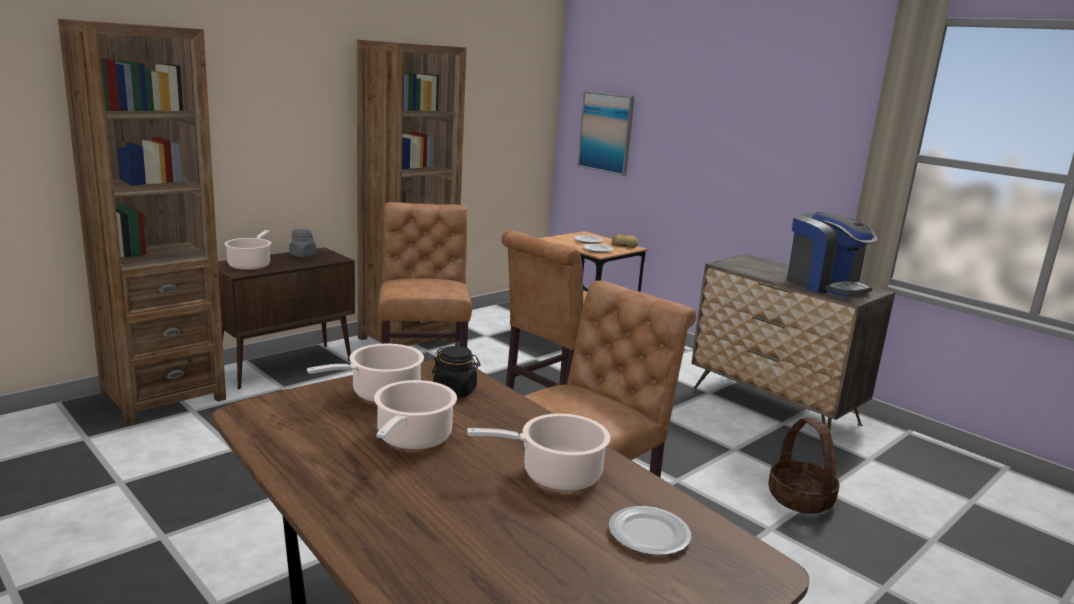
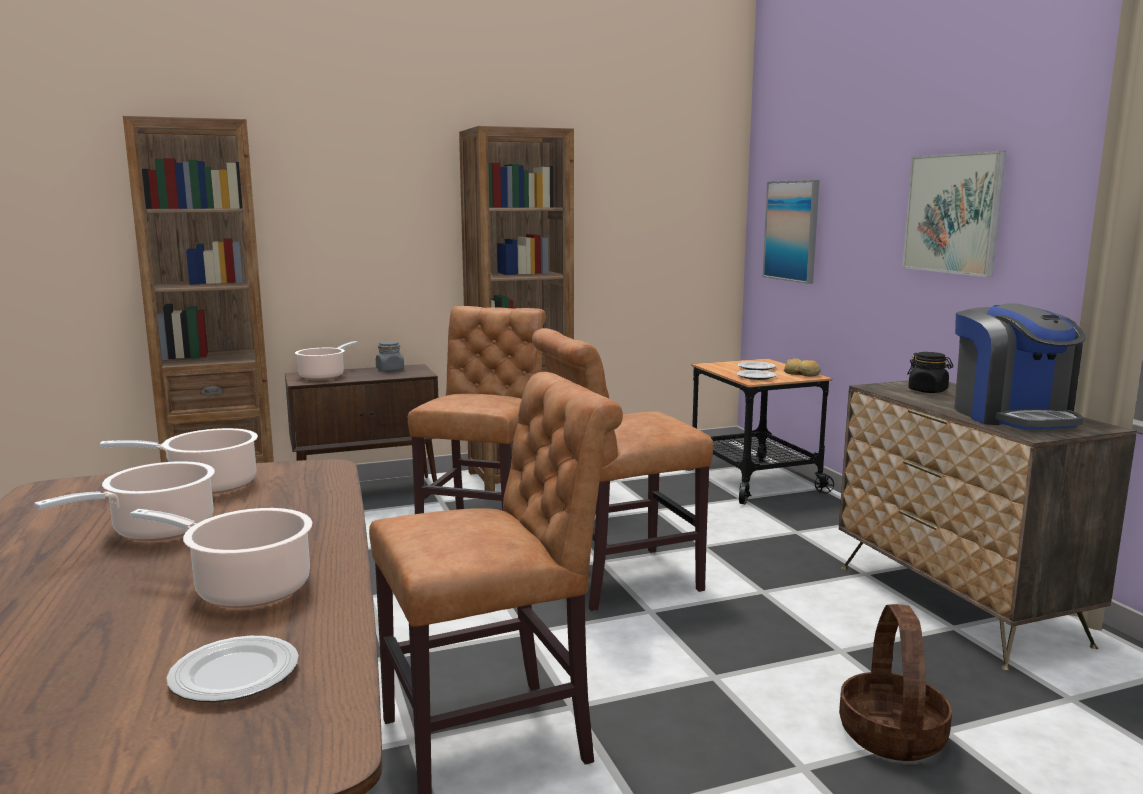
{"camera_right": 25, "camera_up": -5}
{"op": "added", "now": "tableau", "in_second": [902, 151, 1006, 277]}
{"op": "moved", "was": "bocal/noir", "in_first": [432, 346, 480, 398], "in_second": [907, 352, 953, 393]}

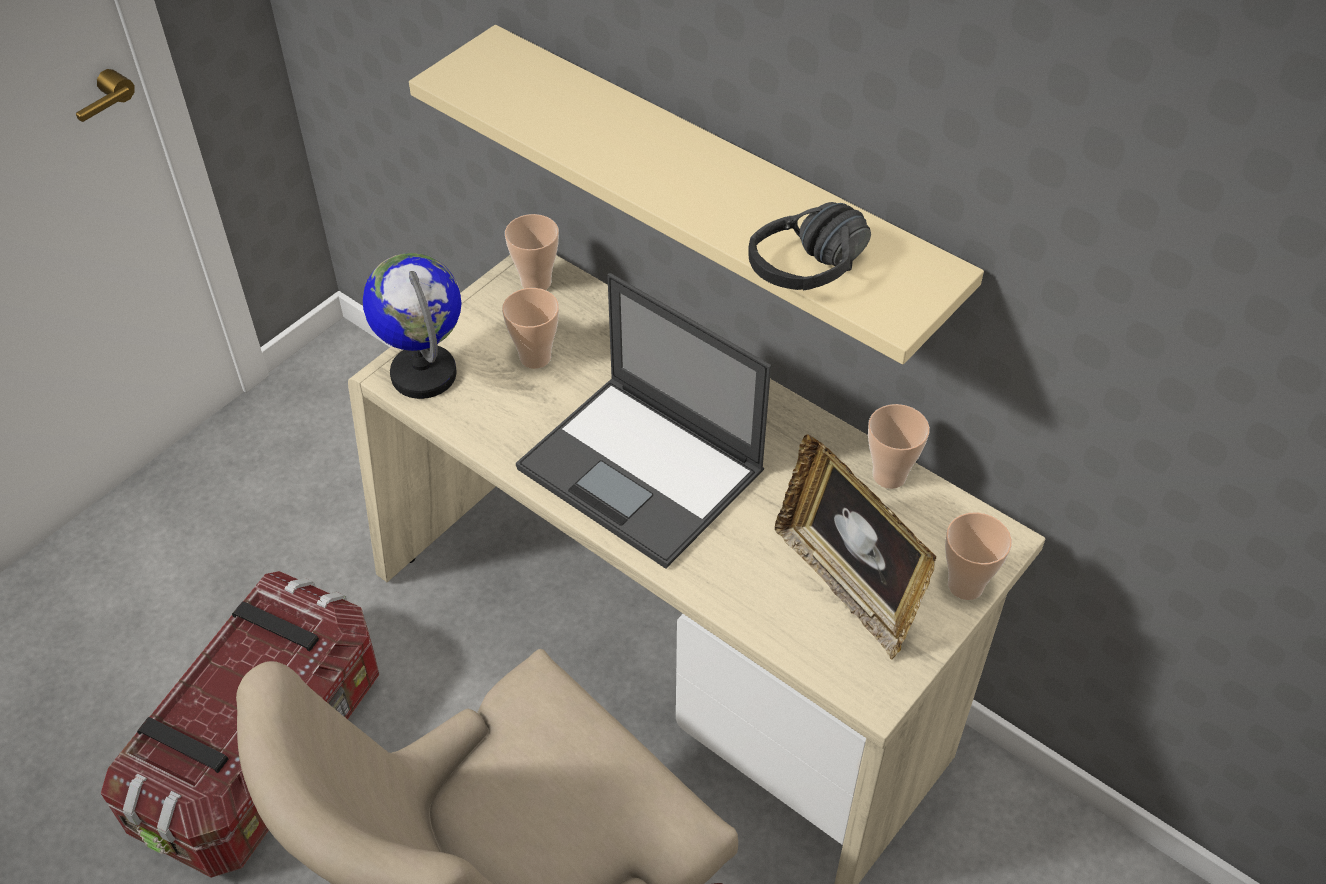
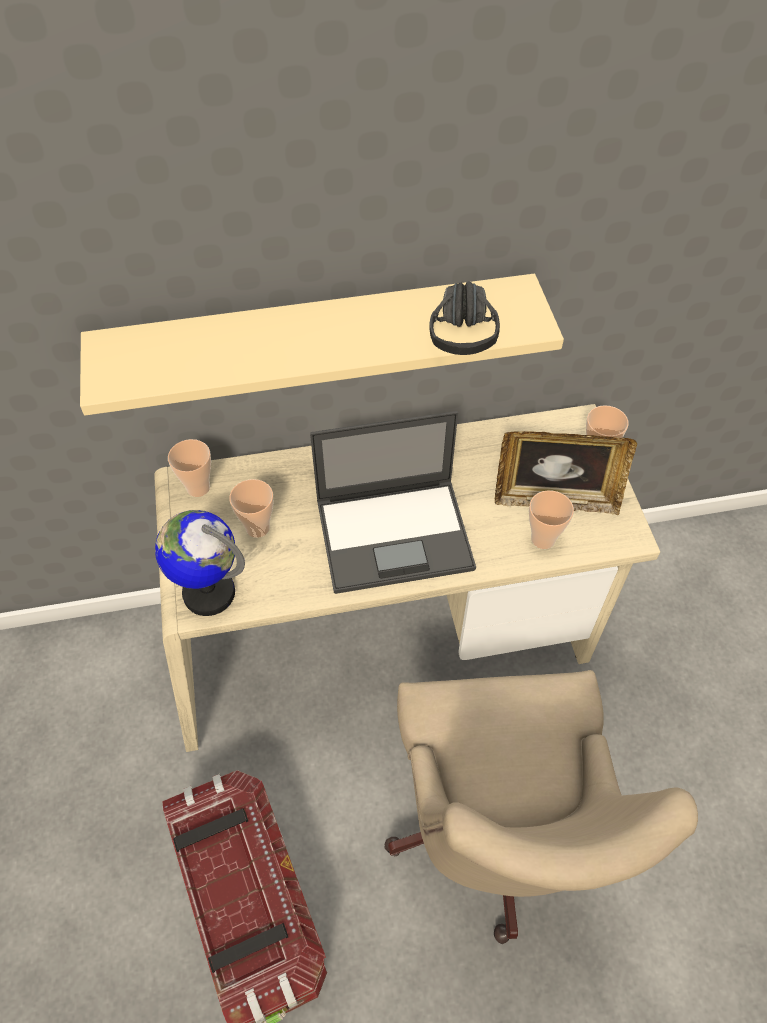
{"camera_right": -50, "camera_up": 5}
{"op": "moved", "was": "tasse", "in_first": [868, 404, 930, 489], "in_second": [529, 490, 574, 549]}

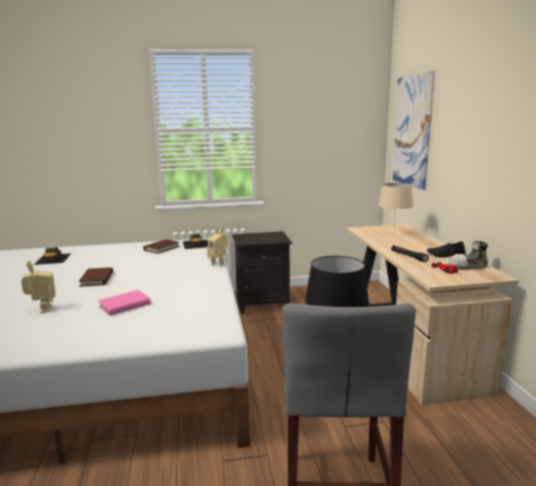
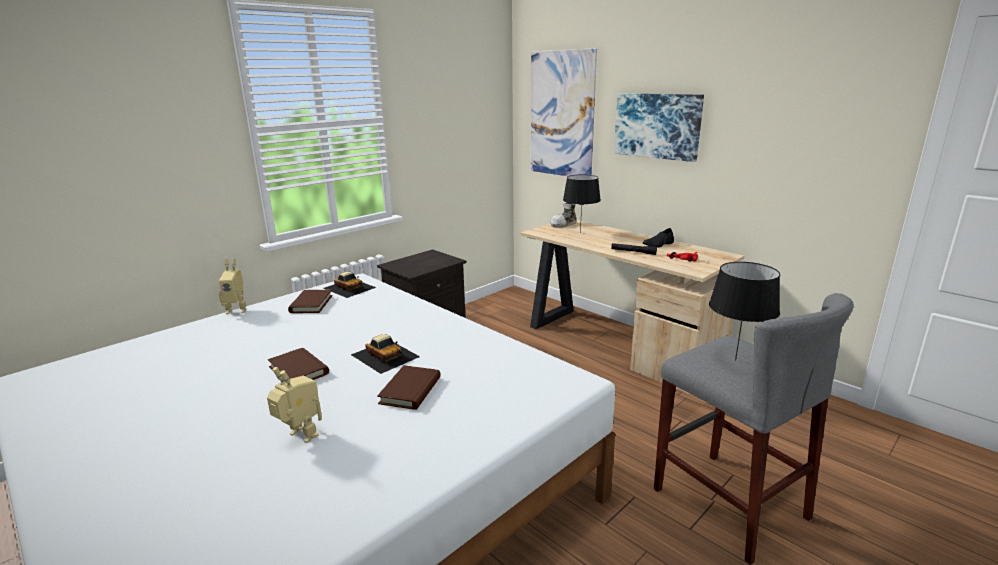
{"camera_right": -35, "camera_up": 5}
{"op": "added", "now": "tableau", "in_second": [614, 93, 704, 162]}
{"op": "moved", "was": "petite voiture", "in_first": [34, 246, 71, 265], "in_second": [351, 334, 420, 374]}
{"op": "moved", "was": "robot jouet", "in_first": [207, 224, 228, 267], "in_second": [219, 258, 247, 314]}
{"op": "moved", "was": "chaussure", "in_first": [448, 241, 488, 270], "in_second": [551, 203, 577, 228]}
{"op": "recoloured", "was": "livre/rose", "now": "livre/marron", "in_first": [98, 290, 151, 316], "in_second": [377, 365, 441, 410]}
{"op": "recoloured", "was": "lampe de table/beige", "now": "lampe de table/noir", "in_first": [378, 183, 414, 230], "in_second": [563, 175, 601, 233]}

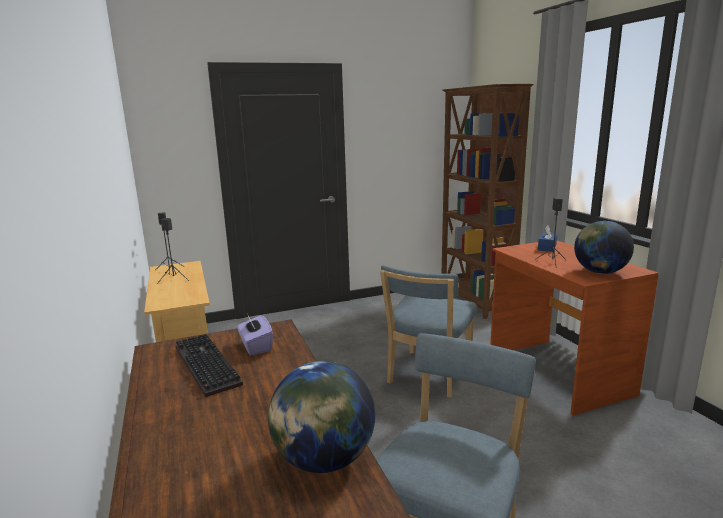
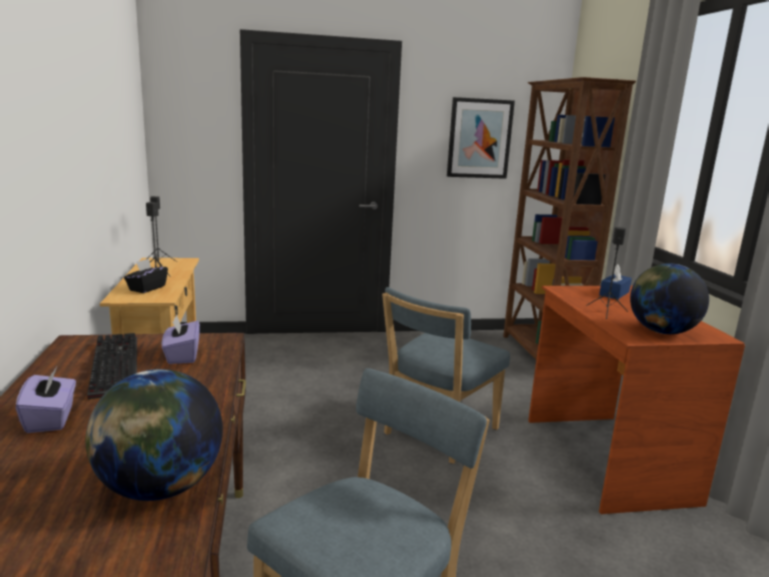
{"camera_right": 10, "camera_up": 0}
{"op": "added", "now": "boîte à mouchoirs/violet", "in_second": [15, 367, 76, 433]}
{"op": "added", "now": "boîte à mouchoirs/noir", "in_second": [124, 258, 168, 293]}
{"op": "added", "now": "tableau", "in_second": [447, 97, 515, 179]}

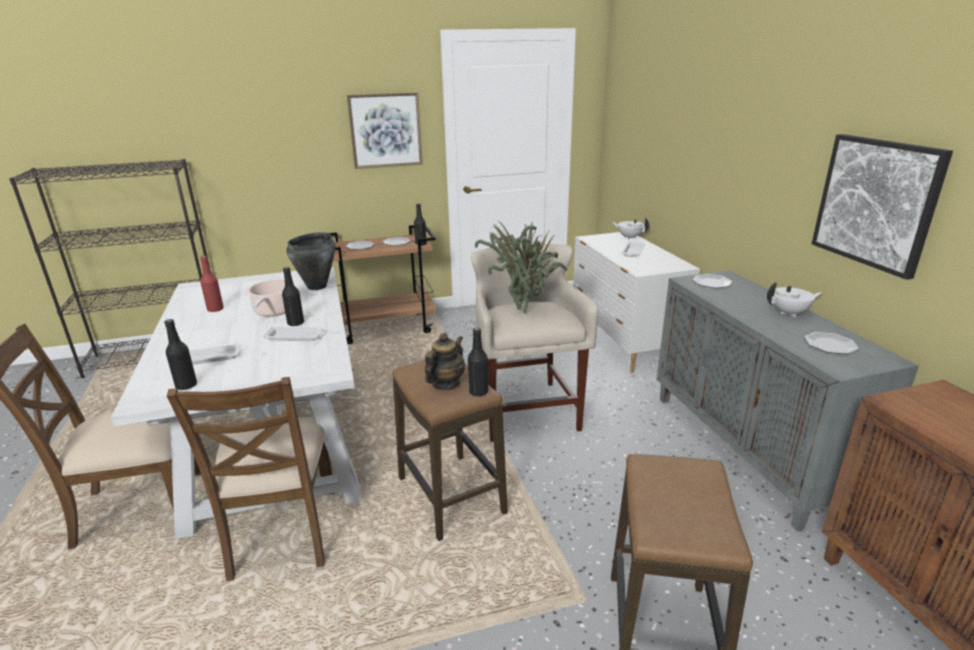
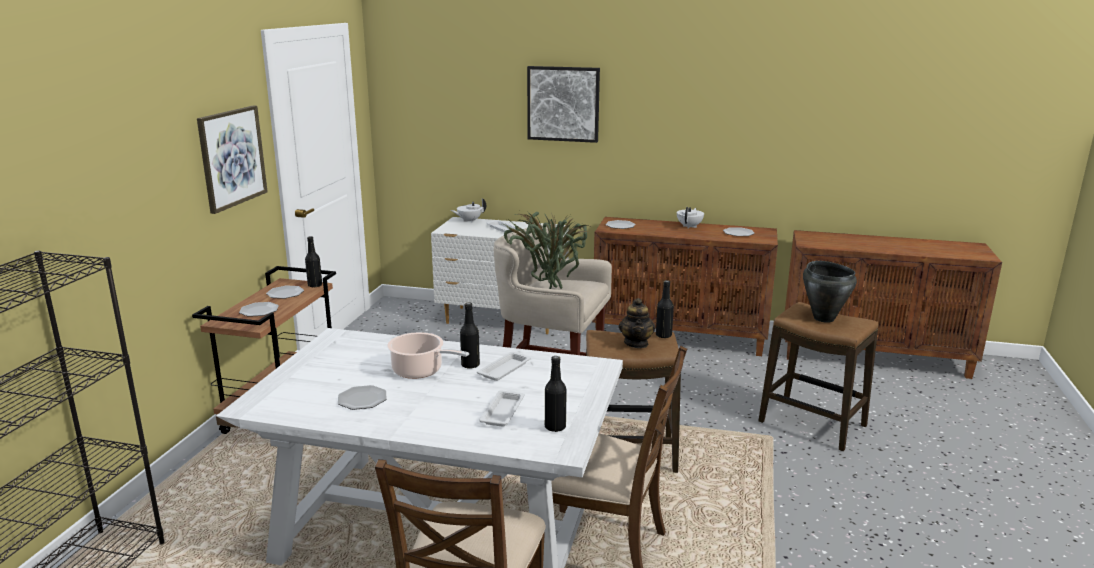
{"camera_right": -60, "camera_up": -5}
{"op": "moved", "was": "marmite/noir", "in_first": [286, 232, 335, 290], "in_second": [803, 261, 857, 323]}
{"op": "moved", "was": "tableau", "in_first": [812, 134, 953, 280], "in_second": [527, 66, 600, 143]}
{"op": "replaced", "was": "bouteille/rouge", "now": "assiette", "in_first": [200, 256, 224, 312], "in_second": [338, 385, 387, 410]}
{"op": "recoloured", "was": "meuble de rangement/gris", "now": "meuble de rangement/marron", "in_first": [657, 270, 919, 531], "in_second": [592, 217, 778, 356]}
{"op": "turned", "was": "théière", "in_first": [425, 333, 465, 390], "in_second": [619, 298, 656, 348], "clockwise": -150}

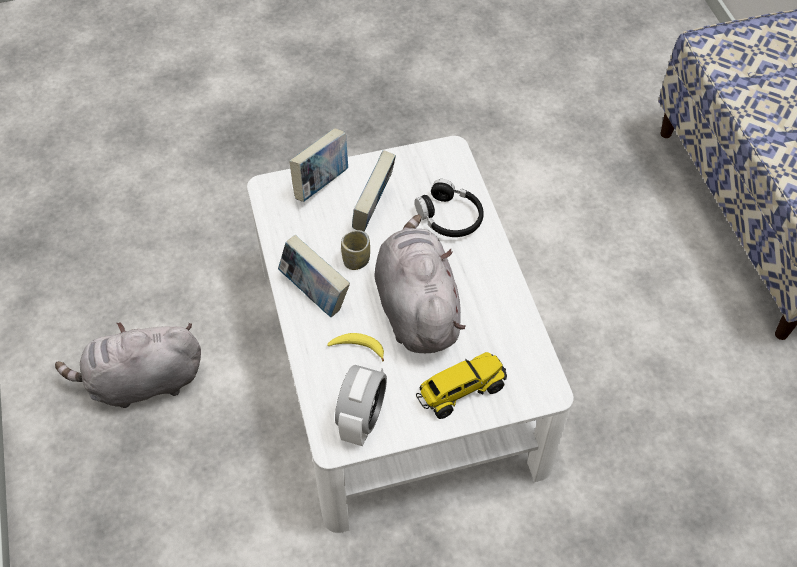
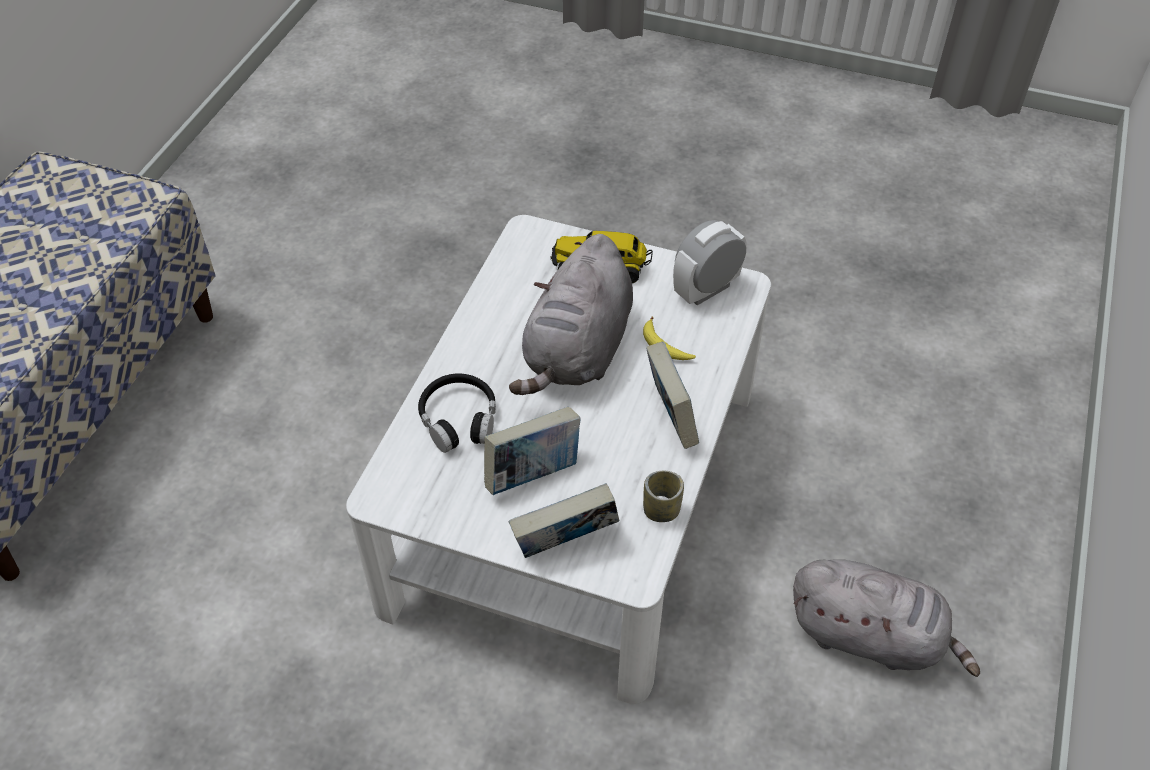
{"camera_right": -145, "camera_up": -5}
{"op": "moved", "was": "tasse", "in_first": [341, 230, 370, 270], "in_second": [643, 471, 684, 522]}

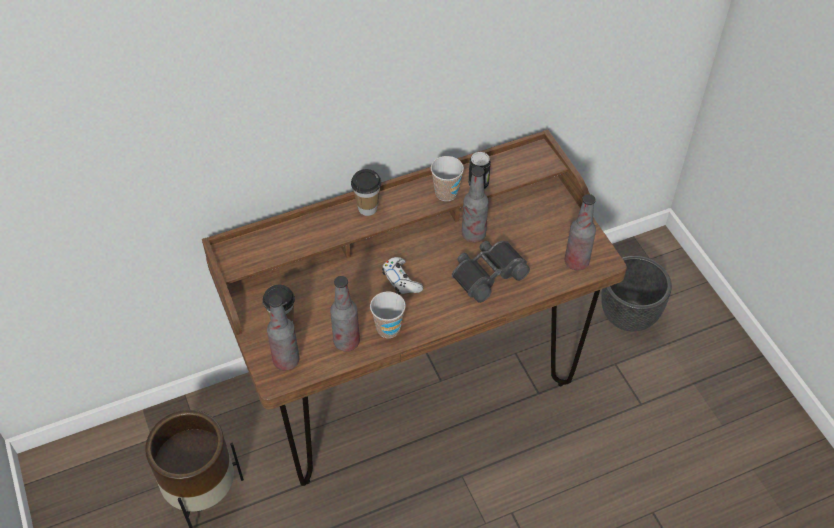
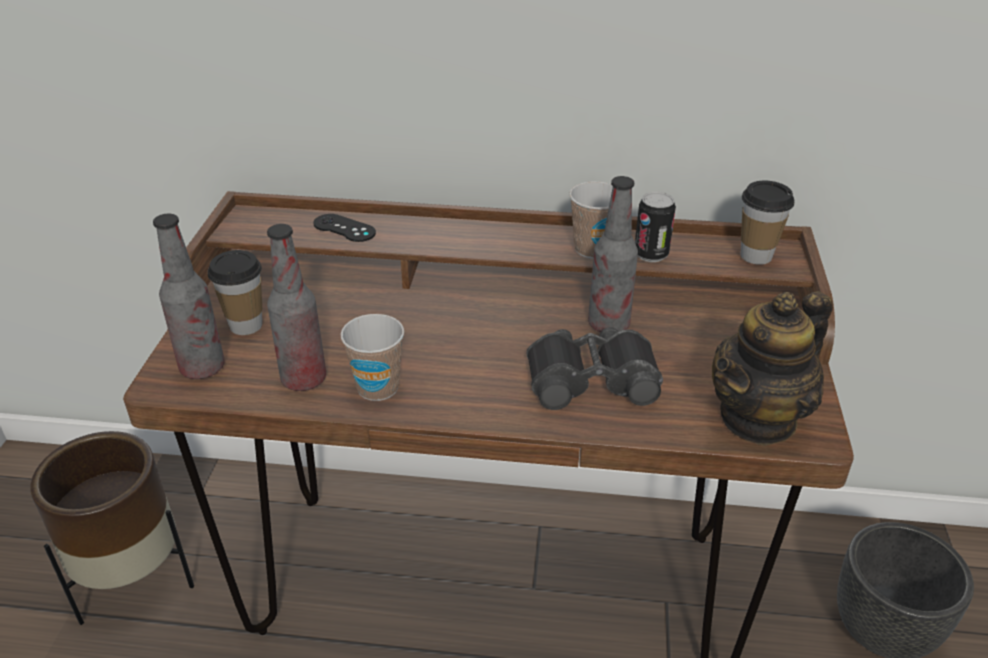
{"camera_right": 30, "camera_up": -15}
{"op": "removed", "was": "manette/blanc", "in_first": [382, 257, 423, 294]}
{"op": "added", "now": "manette/noir", "in_second": [313, 214, 376, 242]}
{"op": "moved", "was": "tasse", "in_first": [351, 169, 381, 216], "in_second": [740, 180, 794, 265]}
{"op": "replaced", "was": "bouteille", "now": "théière", "in_first": [565, 194, 596, 270], "in_second": [712, 291, 833, 446]}

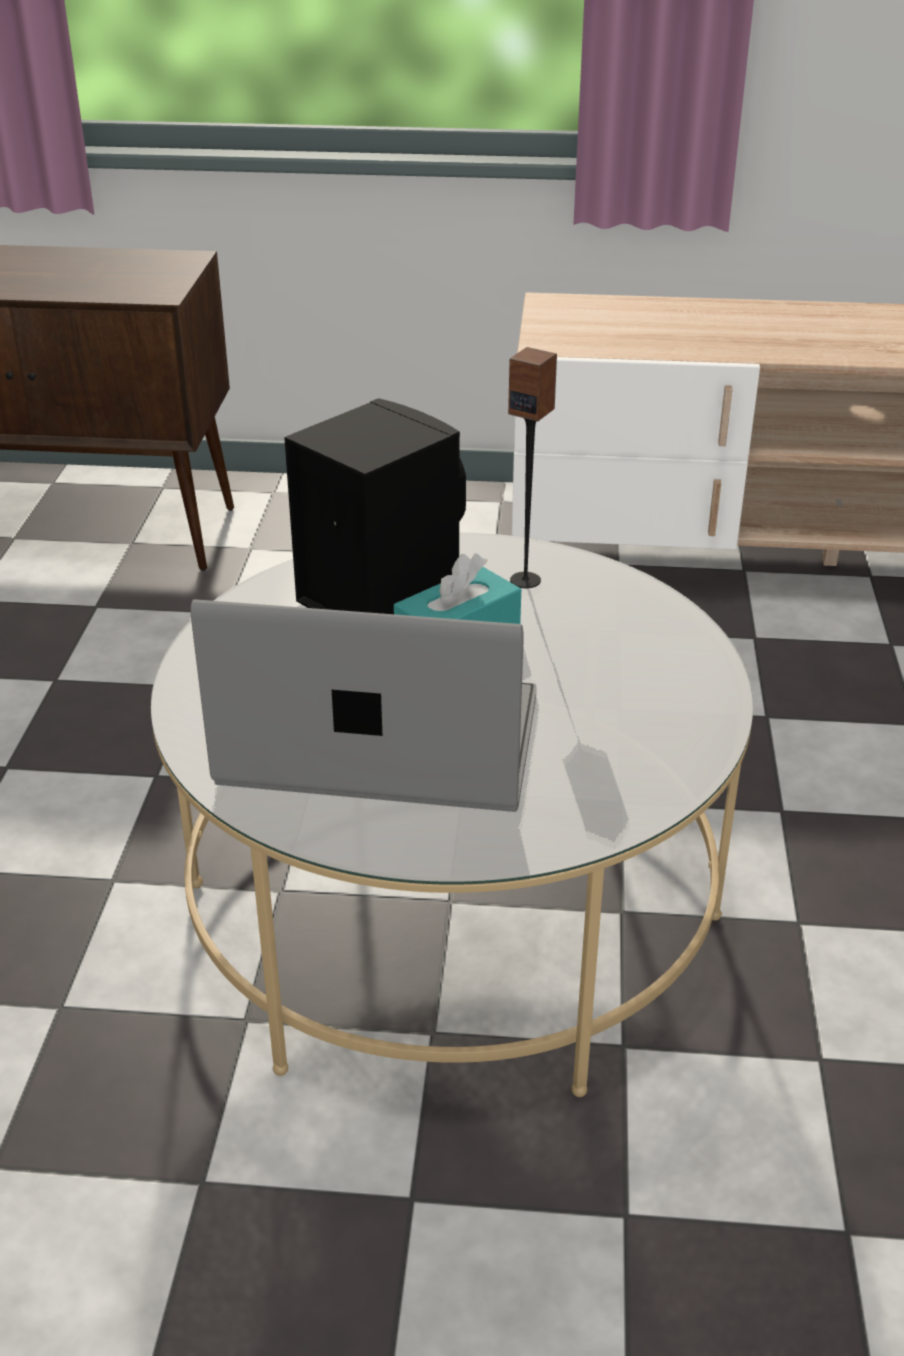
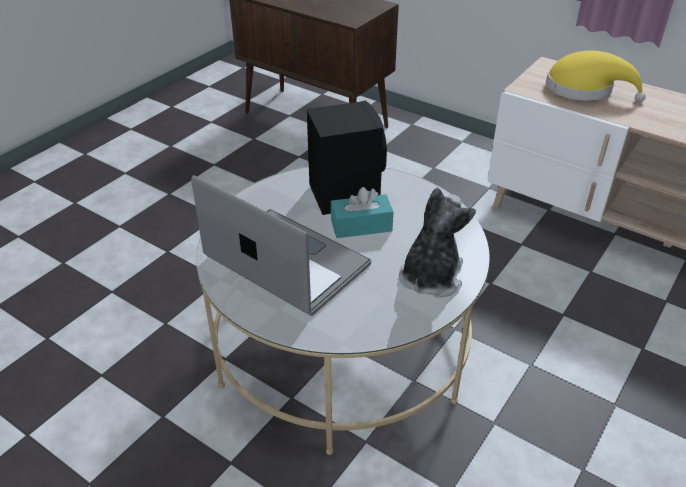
{"camera_right": 30, "camera_up": 5}
{"op": "removed", "was": "enceinte", "in_first": [508, 347, 557, 588]}
{"op": "added", "now": "peluche", "in_second": [399, 188, 476, 298]}
{"op": "added", "now": "chapeau/jaune", "in_second": [546, 51, 646, 102]}

